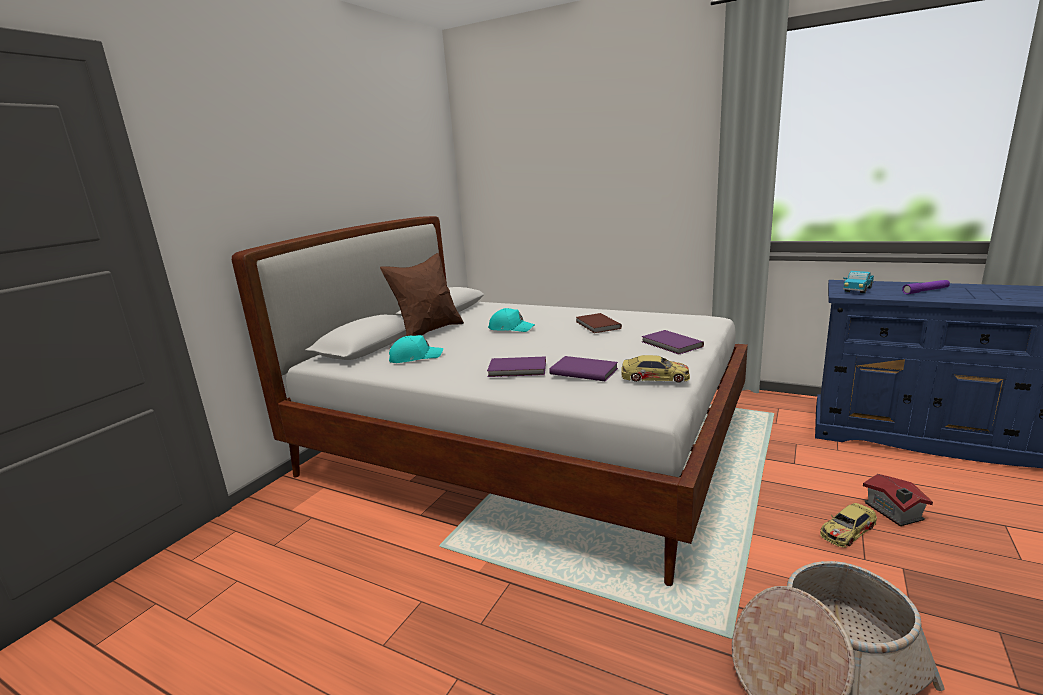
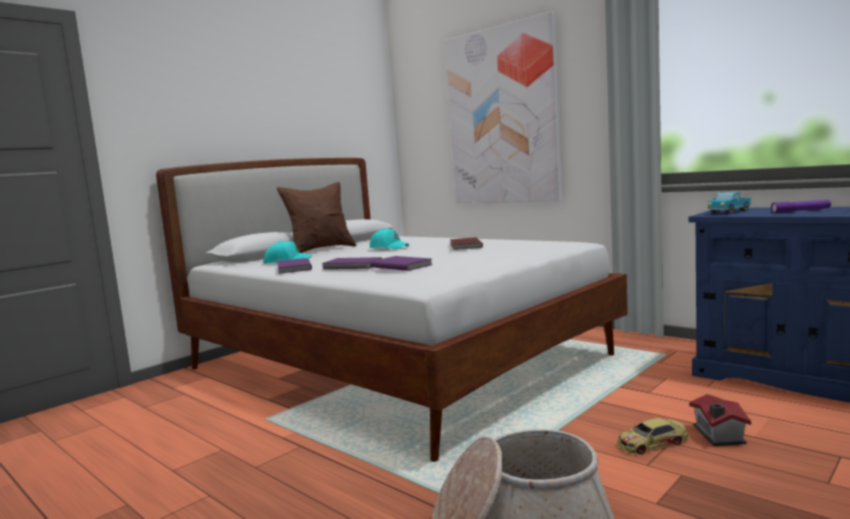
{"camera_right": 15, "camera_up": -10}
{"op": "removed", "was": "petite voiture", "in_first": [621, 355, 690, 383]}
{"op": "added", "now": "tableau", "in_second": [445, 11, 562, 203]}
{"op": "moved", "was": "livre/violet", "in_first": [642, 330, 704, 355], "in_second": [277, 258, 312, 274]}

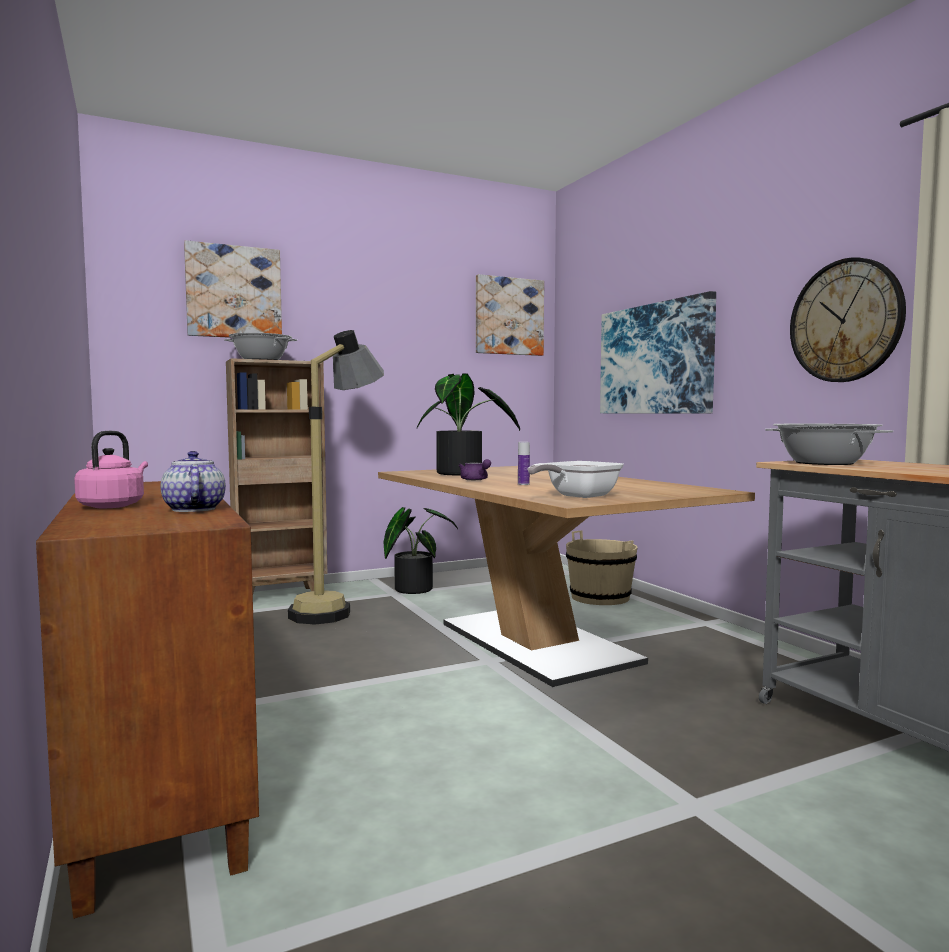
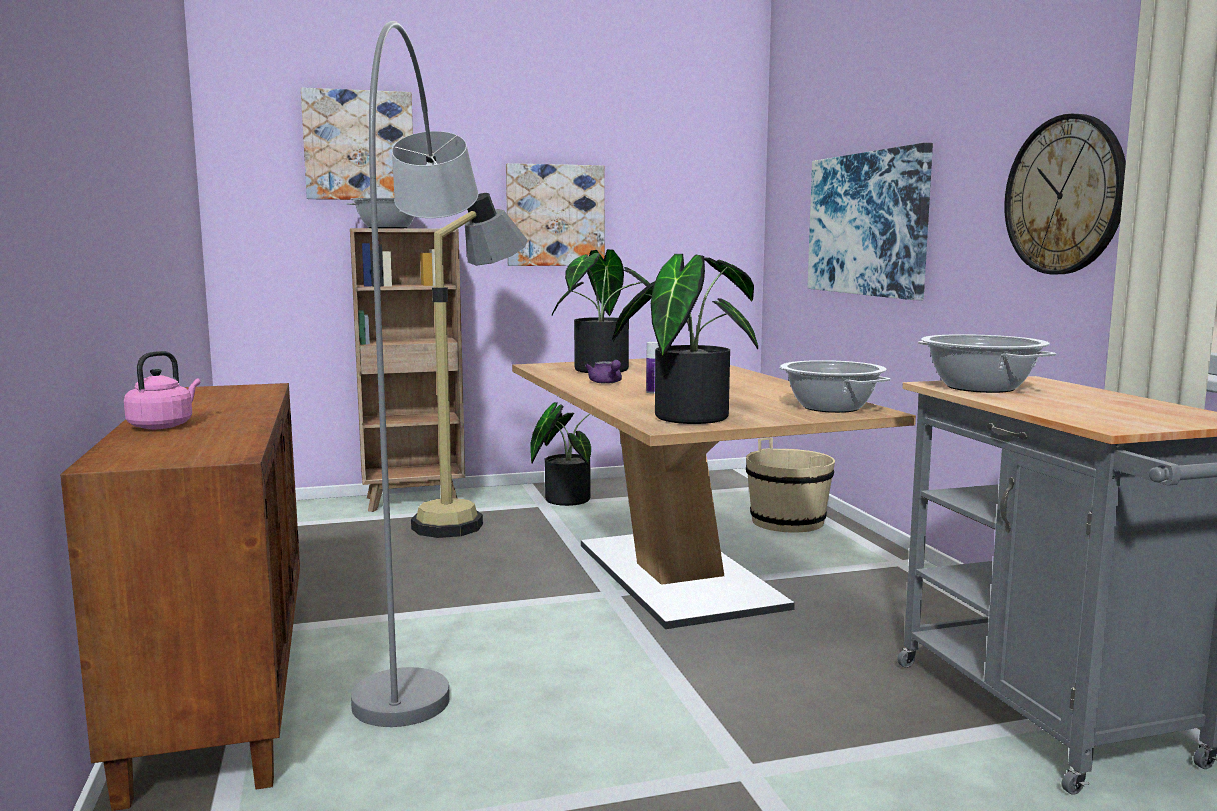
{"camera_right": 10, "camera_up": 5}
{"op": "removed", "was": "théière", "in_first": [160, 451, 226, 512]}
{"op": "added", "now": "lampadaire/gris", "in_second": [351, 21, 478, 727]}
{"op": "added", "now": "marmite", "in_second": [779, 360, 891, 413]}
{"op": "moved", "was": "tableau", "in_first": [476, 274, 544, 356], "in_second": [506, 163, 605, 266]}
{"op": "replaced", "was": "poêle", "now": "plante en pot", "in_first": [528, 461, 624, 498], "in_second": [612, 254, 758, 424]}

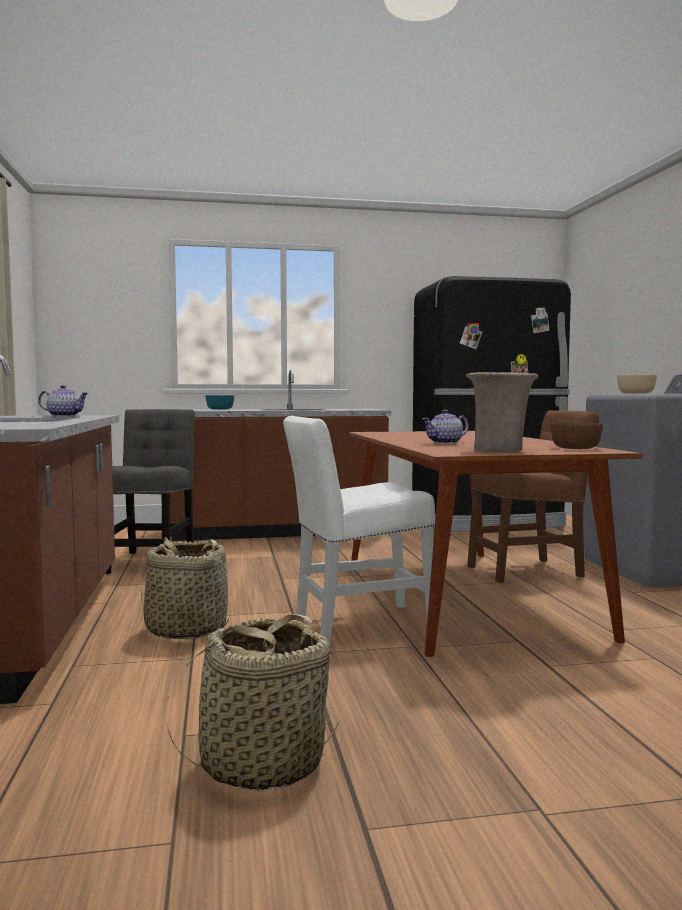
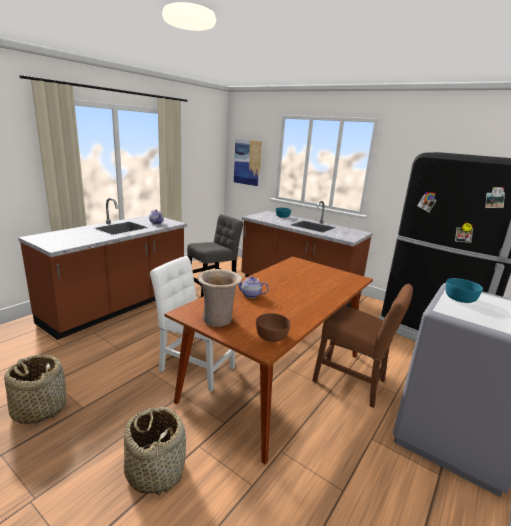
{"camera_right": 45, "camera_up": 15}
{"op": "added", "now": "tableau", "in_second": [234, 139, 262, 186]}
{"op": "moved", "was": "panier", "in_first": [141, 537, 230, 639], "in_second": [124, 407, 186, 496]}
{"op": "recoloured", "was": "bol/beige", "now": "bol/turquoise", "in_first": [617, 375, 657, 394], "in_second": [446, 278, 483, 303]}

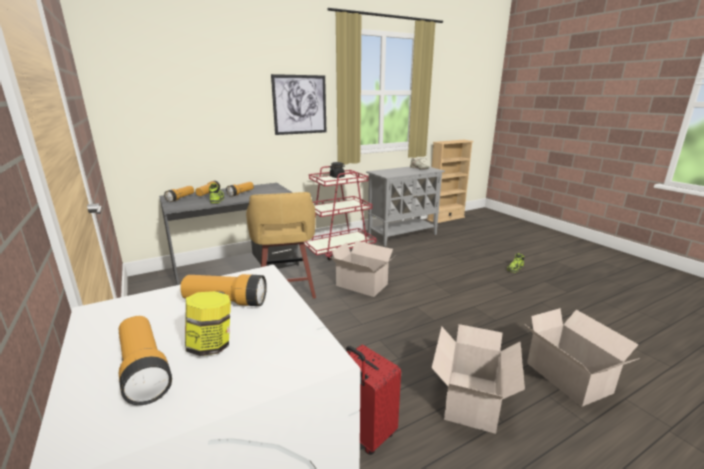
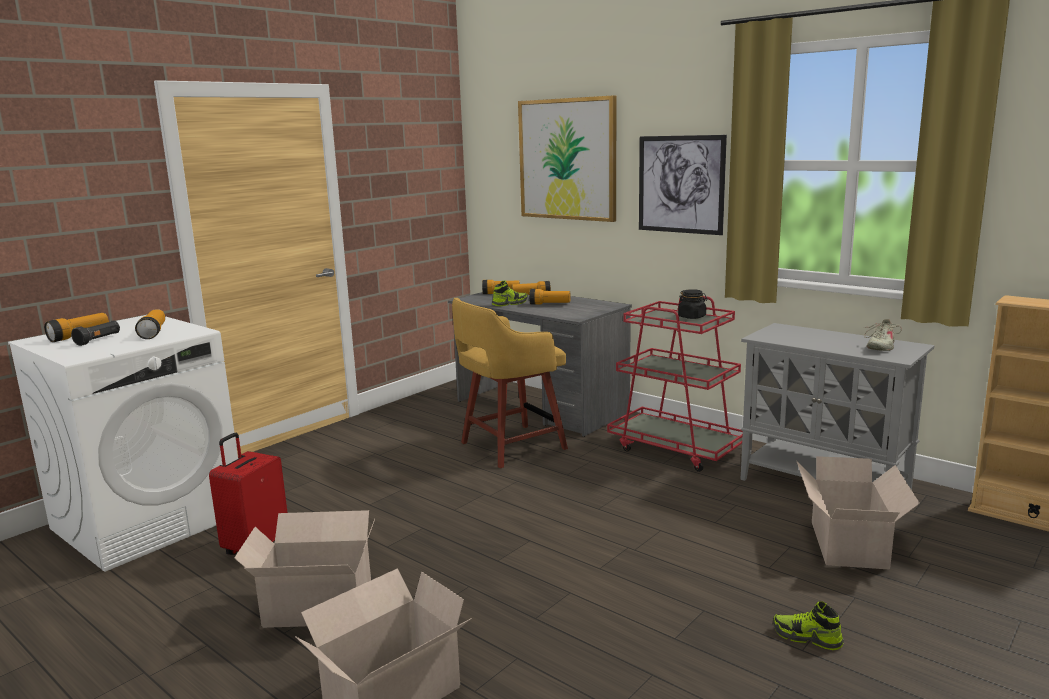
{"camera_right": 70, "camera_up": -5}
{"op": "added", "now": "tableau", "in_second": [518, 95, 616, 222]}
{"op": "moved", "was": "carton", "in_first": [330, 241, 395, 297], "in_second": [797, 456, 920, 570]}
{"op": "replaced", "was": "bocal", "now": "lampe de poche/noir", "in_first": [185, 291, 231, 356], "in_second": [71, 320, 120, 346]}

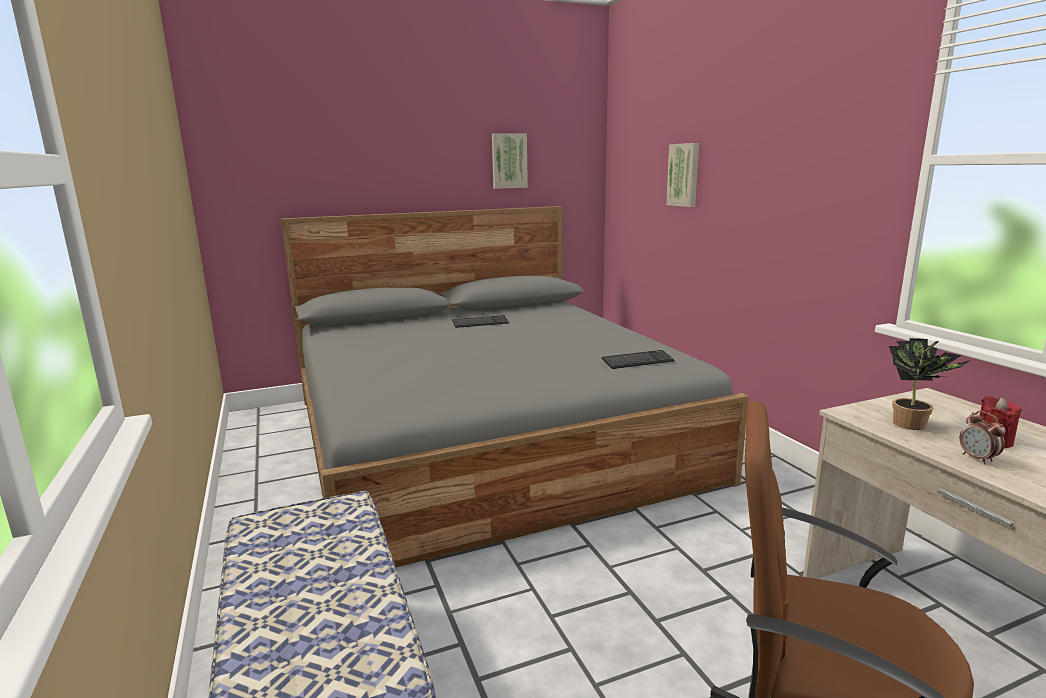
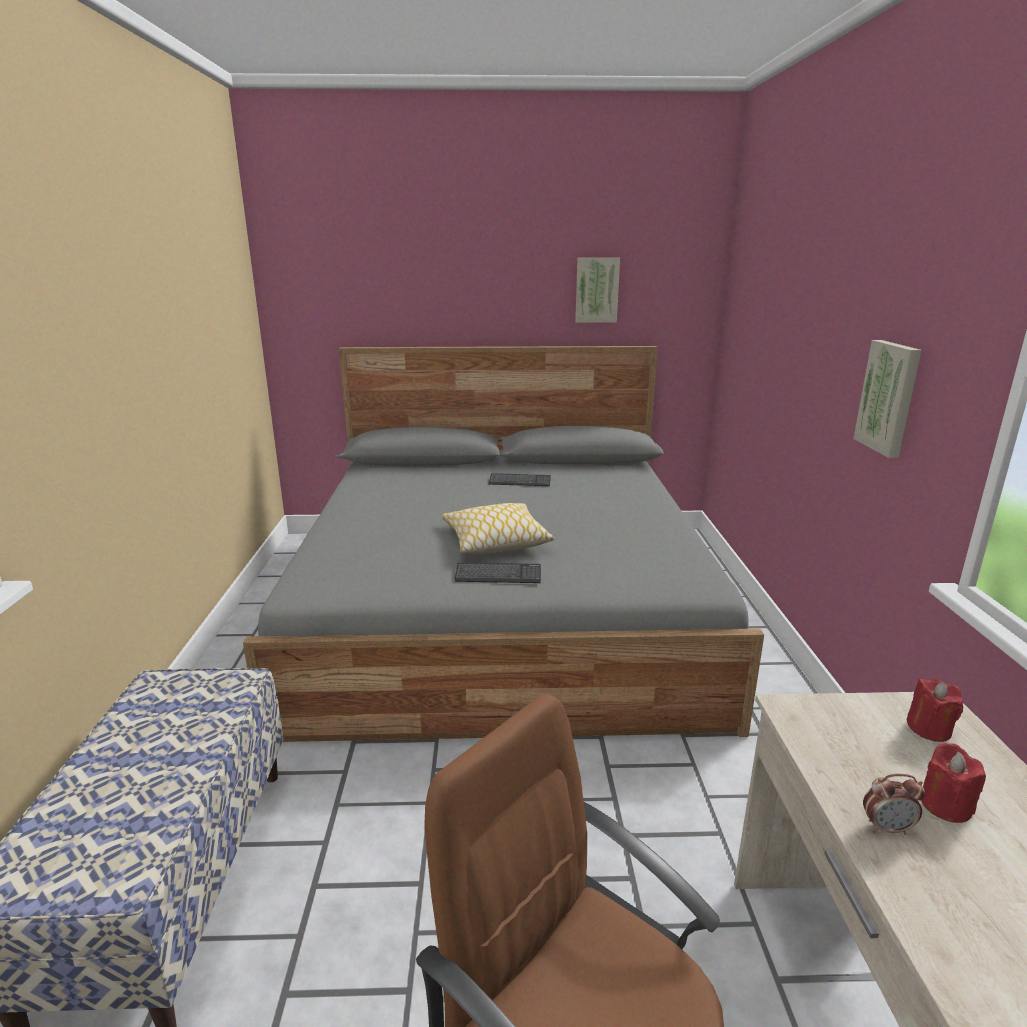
{"camera_right": 20, "camera_up": 5}
{"op": "removed", "was": "plante en pot", "in_first": [889, 338, 970, 430]}
{"op": "added", "now": "coussin", "in_second": [441, 503, 555, 554]}
{"op": "added", "now": "bougie/rouge", "in_second": [906, 679, 963, 742]}
{"op": "moved", "was": "clavier", "in_first": [602, 350, 675, 369], "in_second": [454, 562, 541, 583]}
{"op": "moved", "was": "tableau", "in_first": [666, 143, 699, 207], "in_second": [853, 340, 922, 458]}
{"op": "turned", "was": "réveil", "in_first": [960, 411, 1006, 464], "in_second": [863, 774, 925, 835], "clockwise": -90}

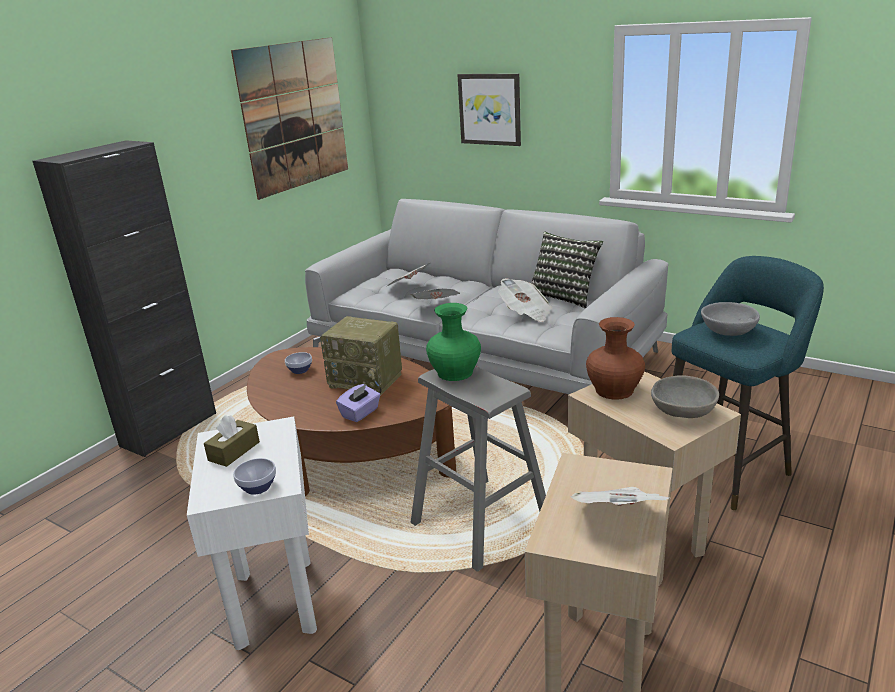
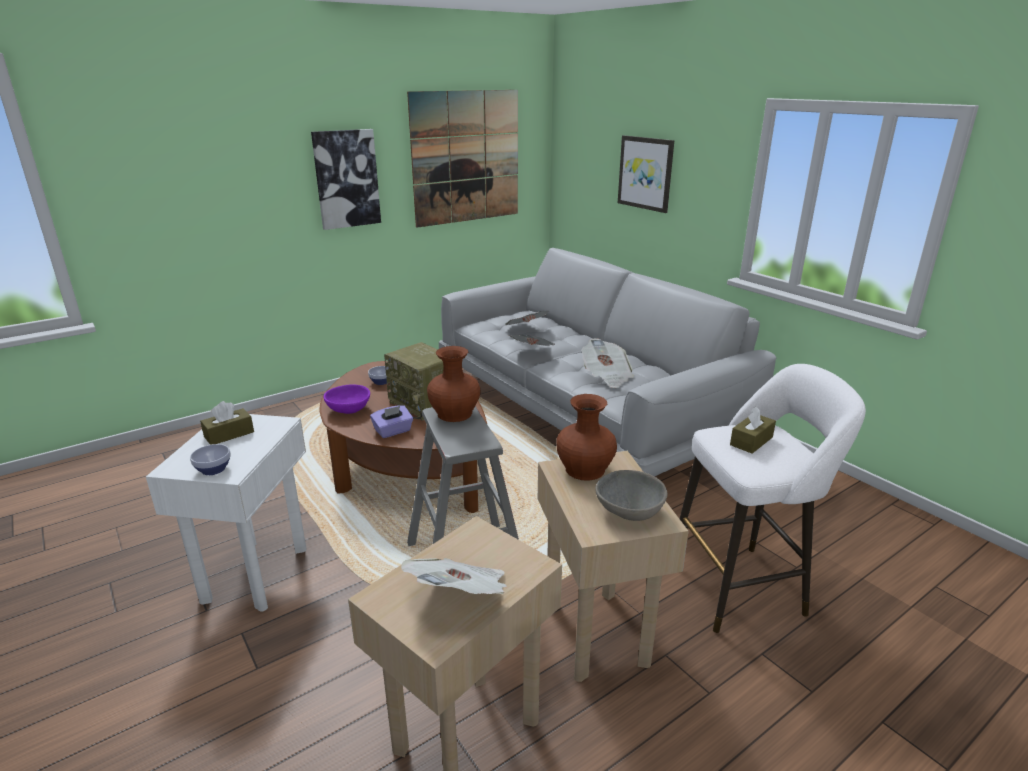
{"camera_right": 20, "camera_up": 0}
{"op": "removed", "was": "meuble de rangement/noir", "in_first": [33, 140, 216, 457]}
{"op": "removed", "was": "coussin", "in_first": [531, 232, 603, 308]}
{"op": "added", "now": "tableau", "in_second": [311, 129, 381, 230]}
{"op": "added", "now": "bol/violet", "in_second": [323, 384, 370, 414]}
{"op": "replaced", "was": "bol/gris", "now": "boîte à mouchoirs/marron", "in_first": [701, 302, 760, 336], "in_second": [730, 406, 776, 454]}
{"op": "recoloured", "was": "vase/vert", "now": "vase/marron", "in_first": [426, 303, 481, 381], "in_second": [427, 346, 481, 422]}
{"op": "recoloured", "was": "tabouret/turquoise", "now": "tabouret/blanc", "in_first": [672, 256, 824, 510], "in_second": [680, 364, 866, 633]}

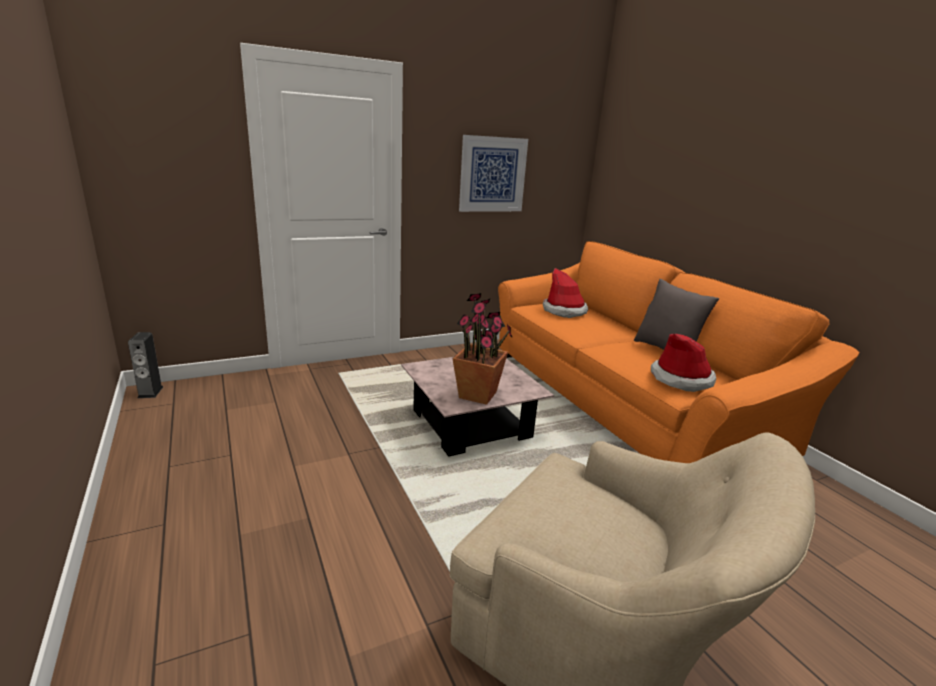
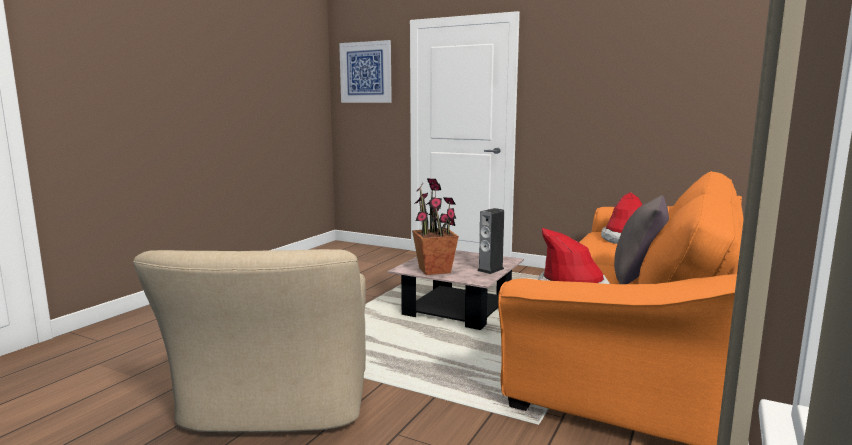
{"camera_right": 55, "camera_up": -10}
{"op": "moved", "was": "enceinte", "in_first": [128, 332, 163, 398], "in_second": [477, 208, 504, 274]}
{"op": "moved", "was": "tableau", "in_first": [459, 135, 528, 212], "in_second": [339, 40, 392, 103]}

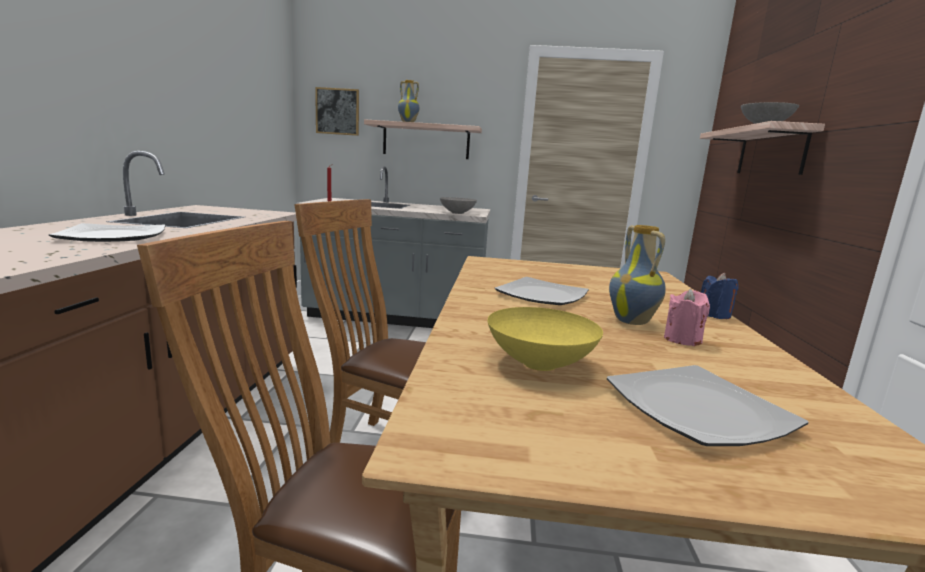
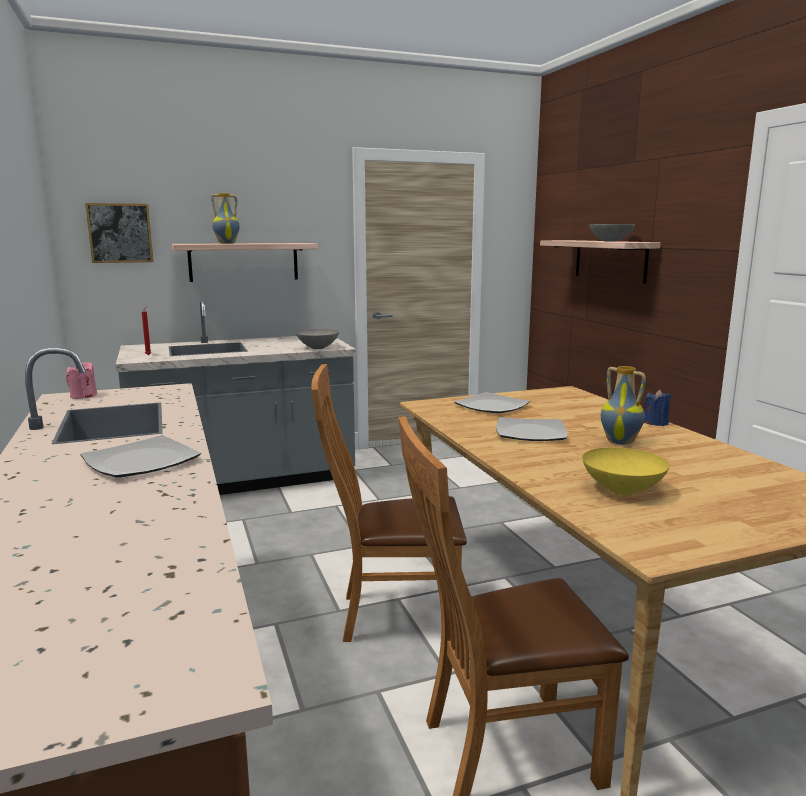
{"camera_right": -25, "camera_up": 0}
{"op": "moved", "was": "assiette", "in_first": [607, 365, 808, 446], "in_second": [454, 392, 530, 413]}
{"op": "moved", "was": "bougie/rose", "in_first": [664, 289, 710, 346], "in_second": [66, 362, 97, 399]}

